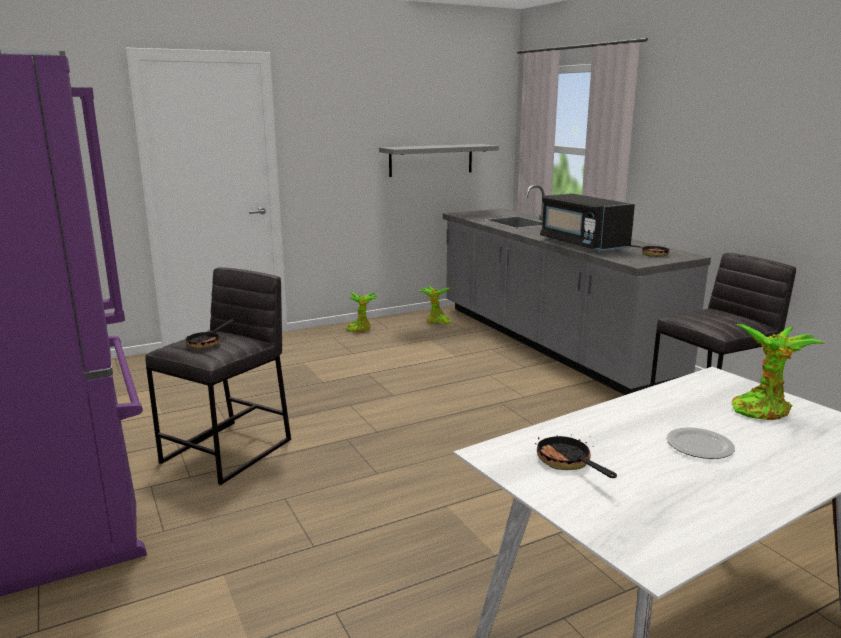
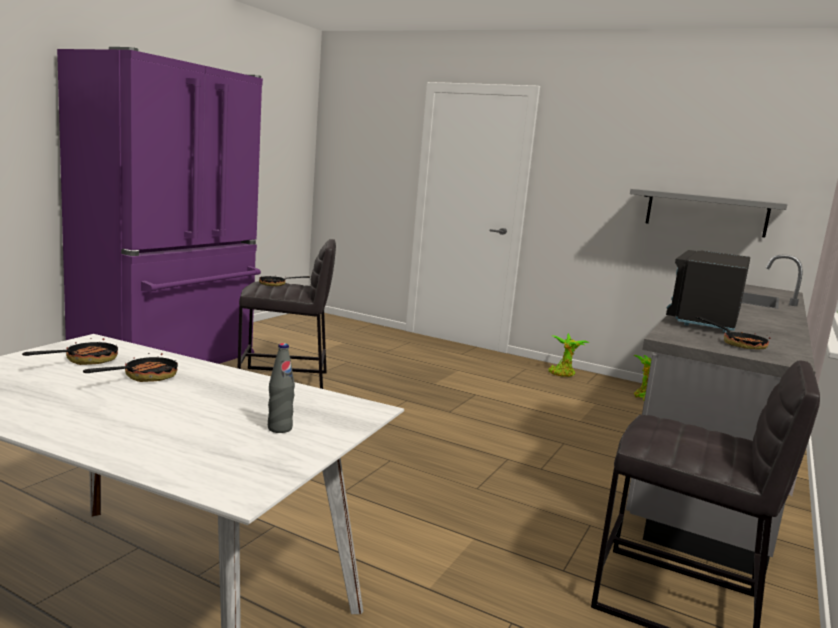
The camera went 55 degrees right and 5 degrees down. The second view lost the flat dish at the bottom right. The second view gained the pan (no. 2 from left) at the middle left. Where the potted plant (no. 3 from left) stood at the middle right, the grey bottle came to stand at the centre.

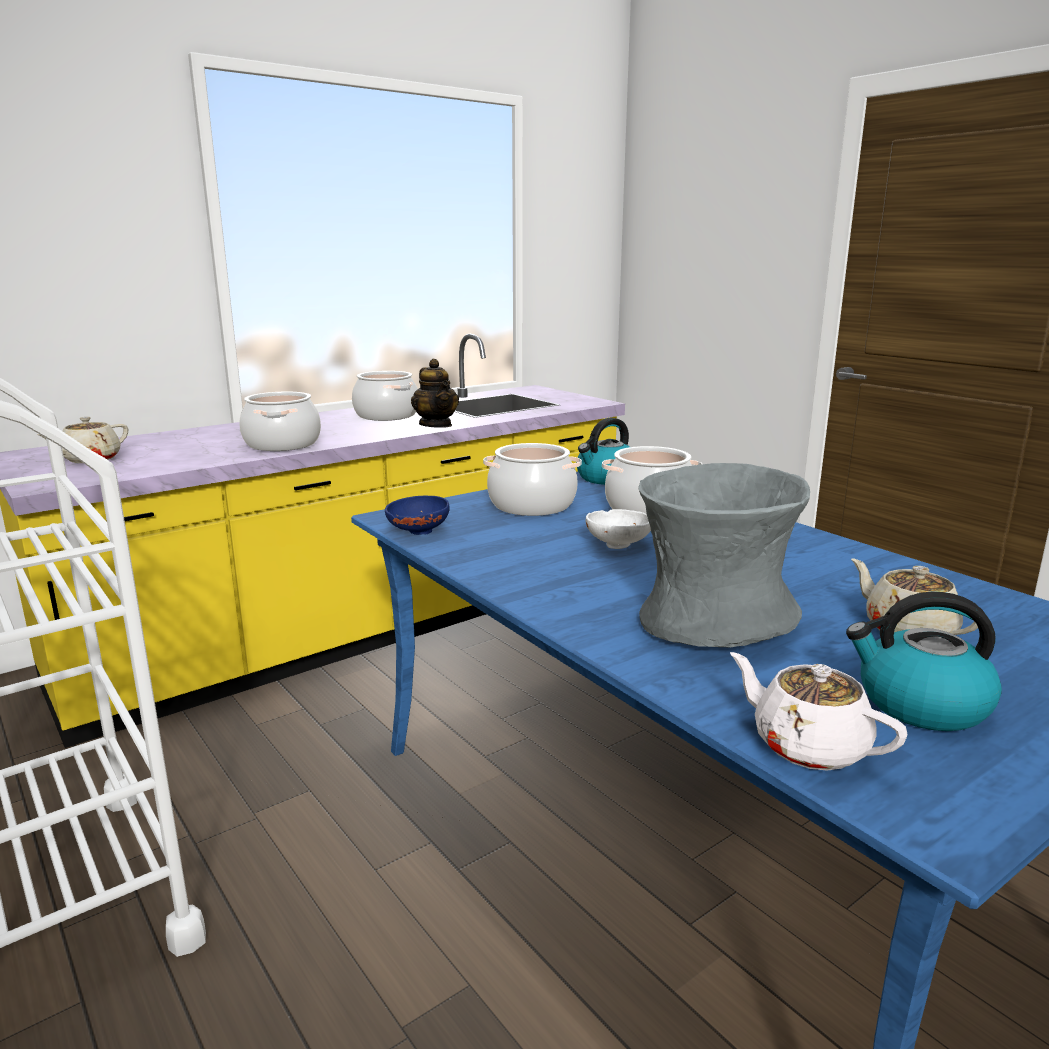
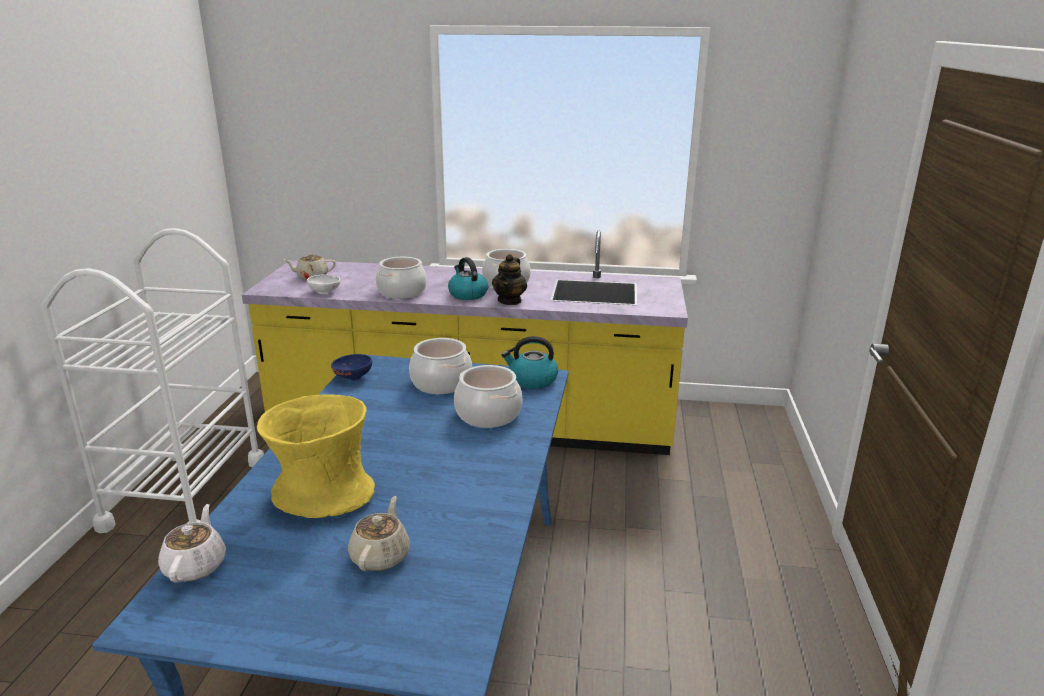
The camera went 45 degrees right and 5 degrees up. The white deep dish ended up elsewhere, having gone from the centre to the middle left. The tea kettle (no. 2 from left in the first image) ended up elsewhere, having gone from the middle right to the centre. What was the grey flower vase at the middle right turned into the yellowish flower vase at the middle left.

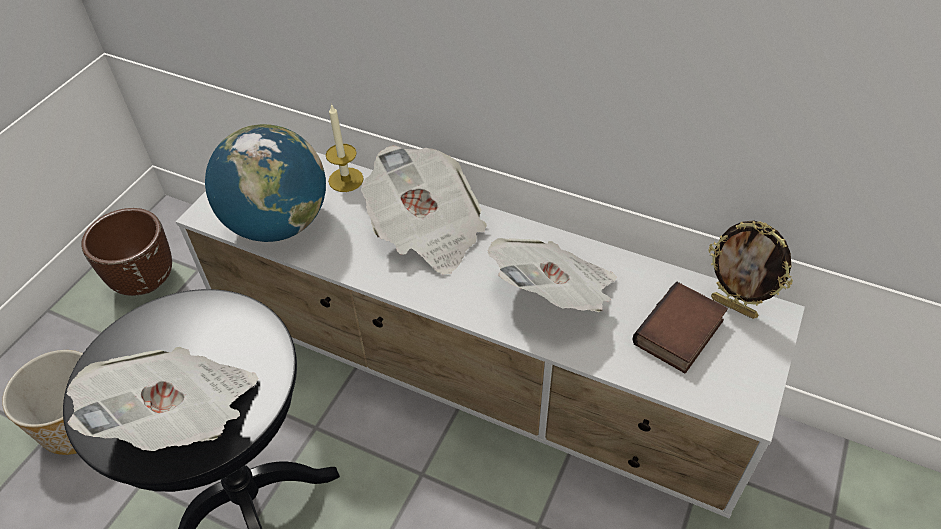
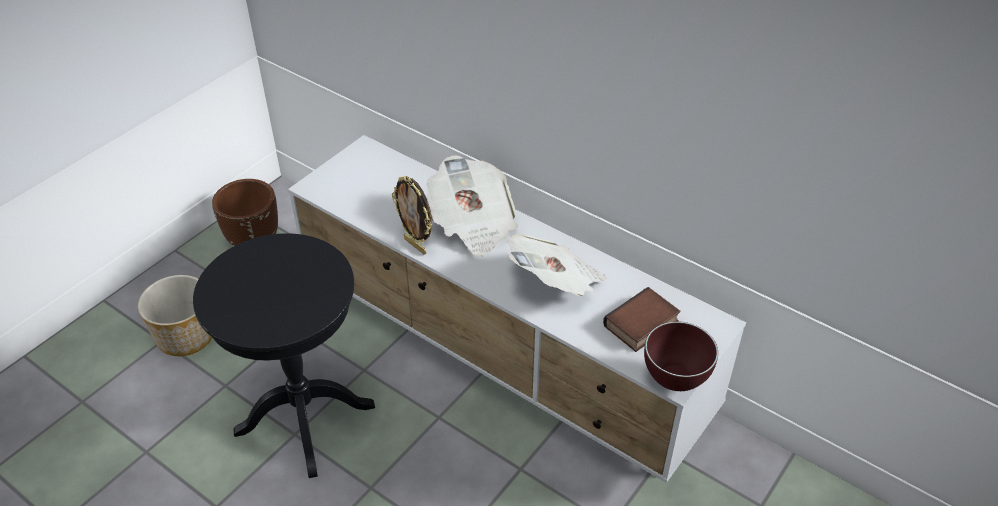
The camera went 10 degrees right and 5 degrees down. The second view lost the printed paper (no. 1 from left) at the bottom left. The second view lost the world globe at the middle left. The second view lost the wax light at the top centre. The second view gained the brownish deep dish at the bottom right. The photo frame ended up elsewhere, having gone from the middle right to the centre.

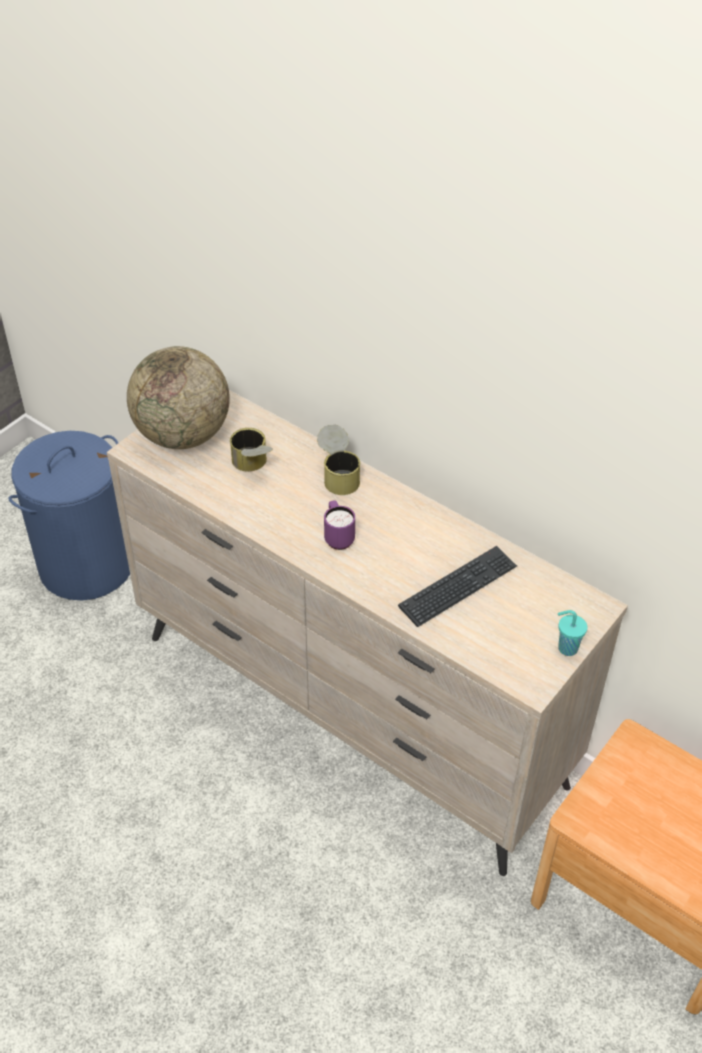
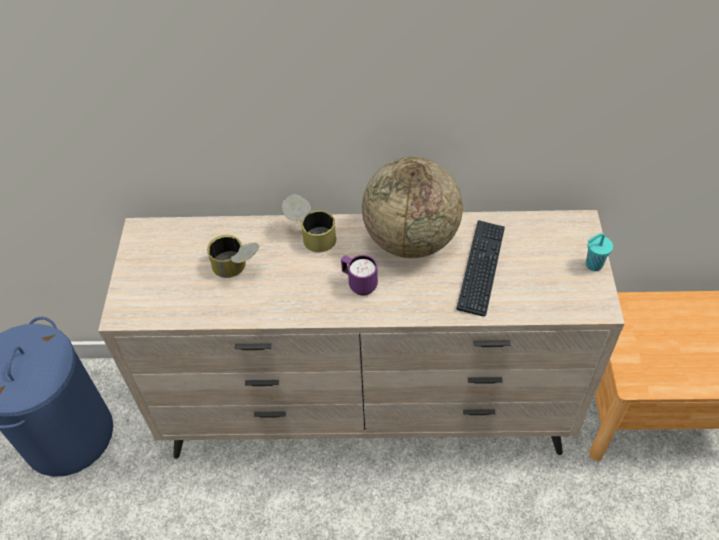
The camera went 35 degrees left and 5 degrees up. The world globe ended up elsewhere, having gone from the middle left to the centre.

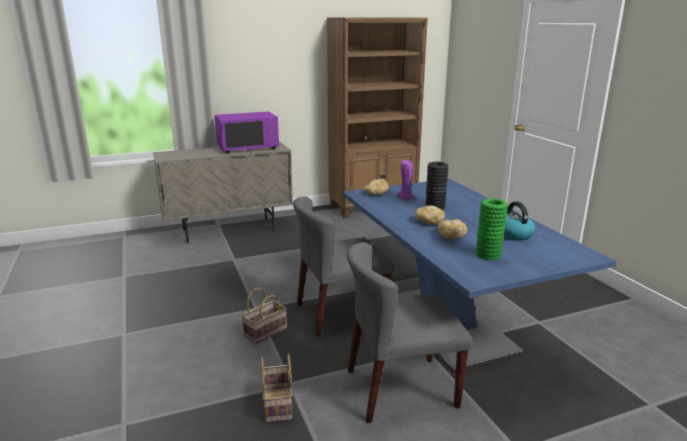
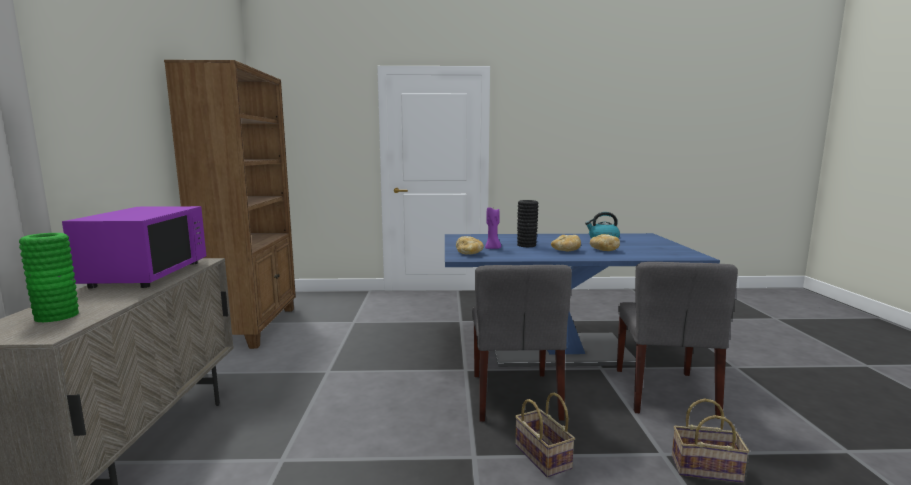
The camera went 70 degrees left and 10 degrees down. The greenish flower vase ended up elsewhere, having gone from the middle right to the middle left.

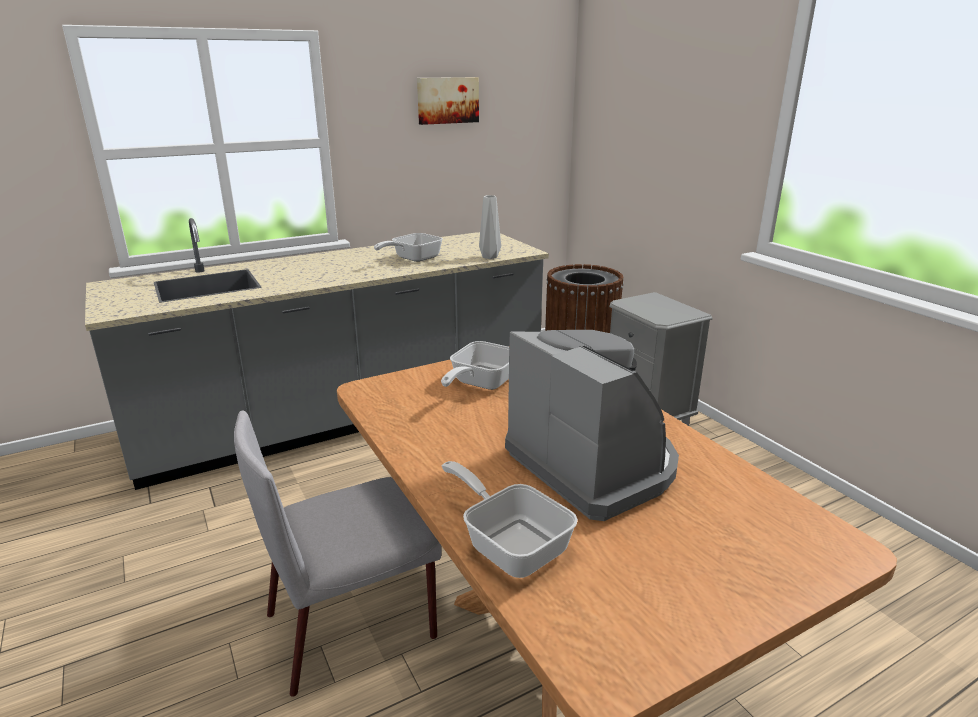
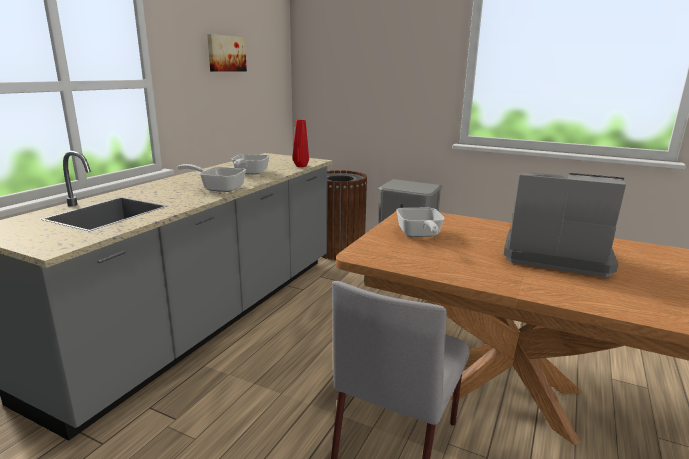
The camera went 35 degrees left and 5 degrees down. The pan (no. 3 from left in the first image) ended up elsewhere, having gone from the bottom centre to the middle left. What was the grey flower vase at the top centre turned into the red-coloured flower vase at the top centre.

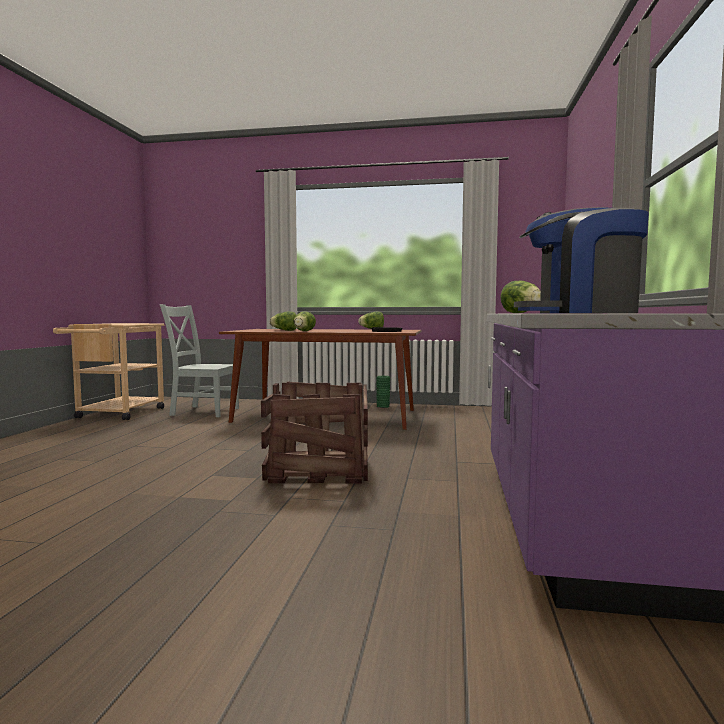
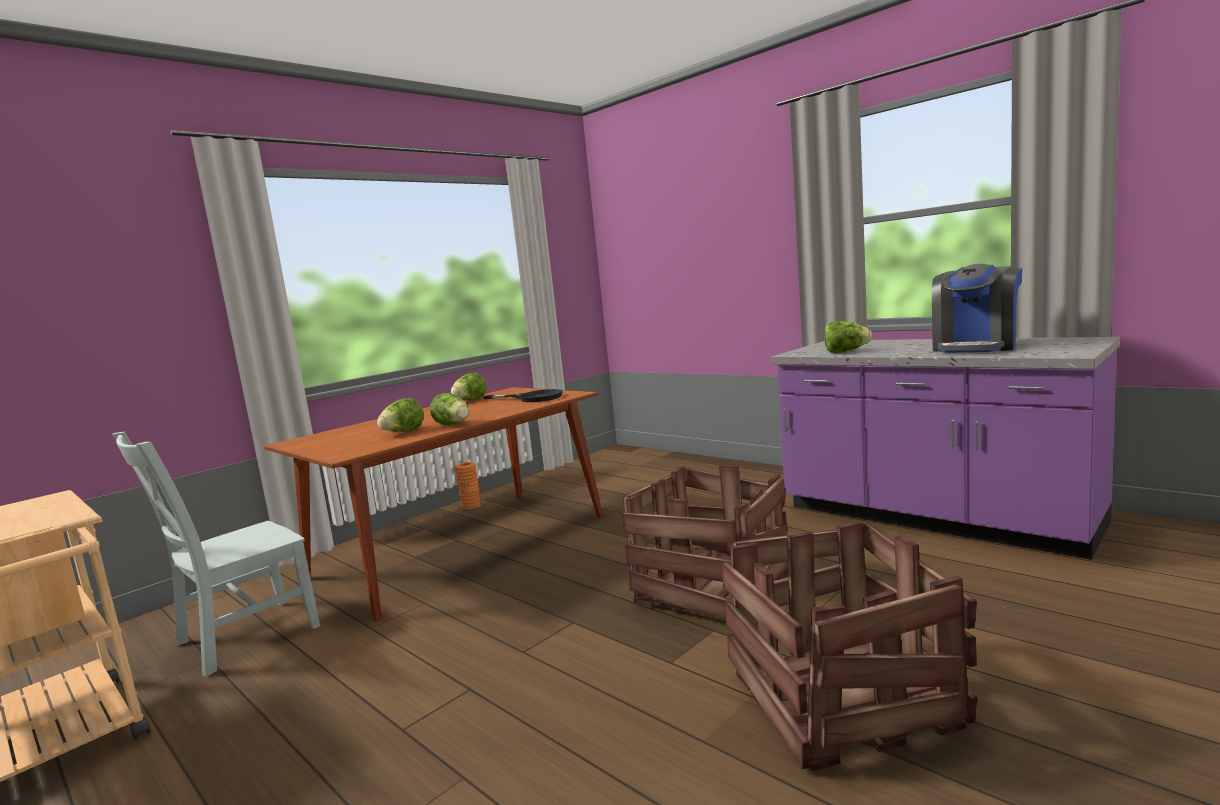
The camera went 55 degrees left and 5 degrees up. The second view gained the packing crate (no. 2 from left) at the bottom right. What was the greenish flower vase at the centre turned into the orange-coloured flower vase at the centre.

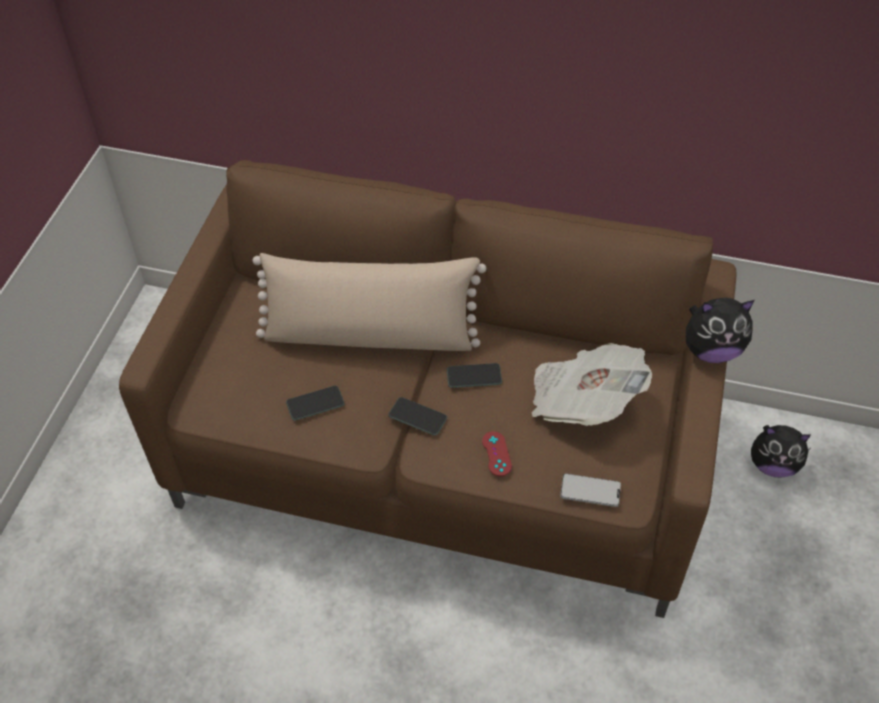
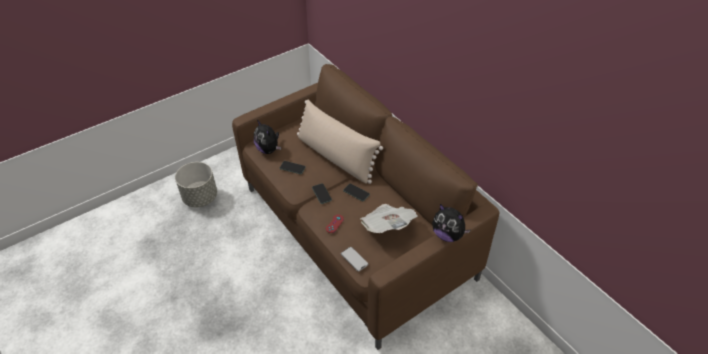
The camera went 40 degrees right and 5 degrees down. The second view gained the grey plant pot at the middle left. The plush toy (no. 2 from left in the first image) ended up elsewhere, having gone from the middle right to the centre.

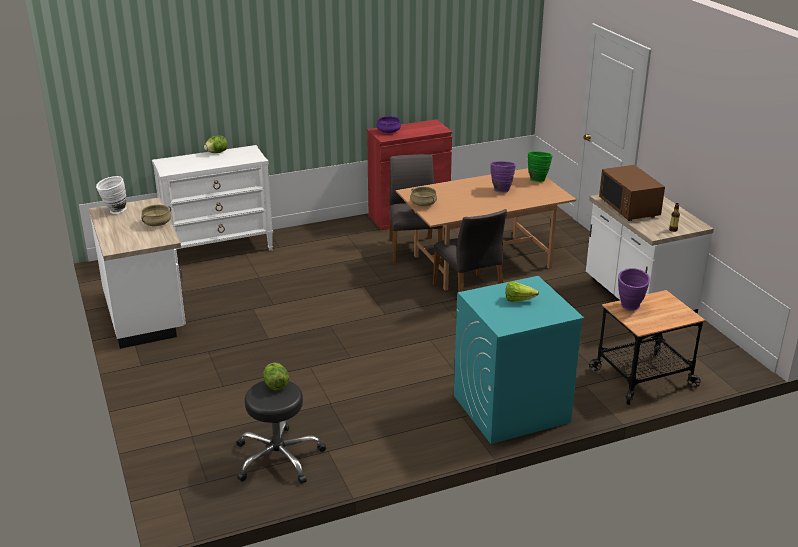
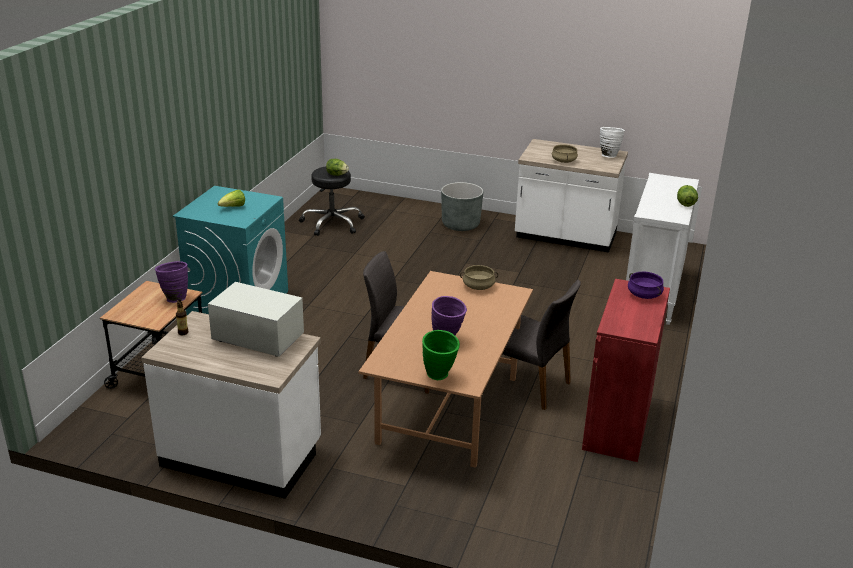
The camera went 130 degrees right and 0 degrees up. The second view gained the grey plant pot at the centre. What was the brownish microwave at the middle right turned into the white microwave at the middle left.

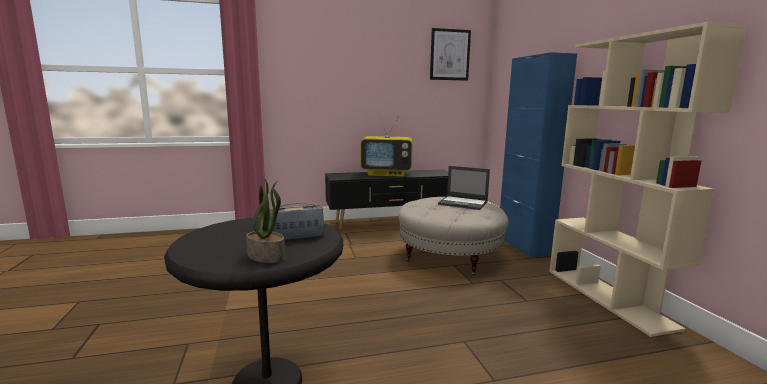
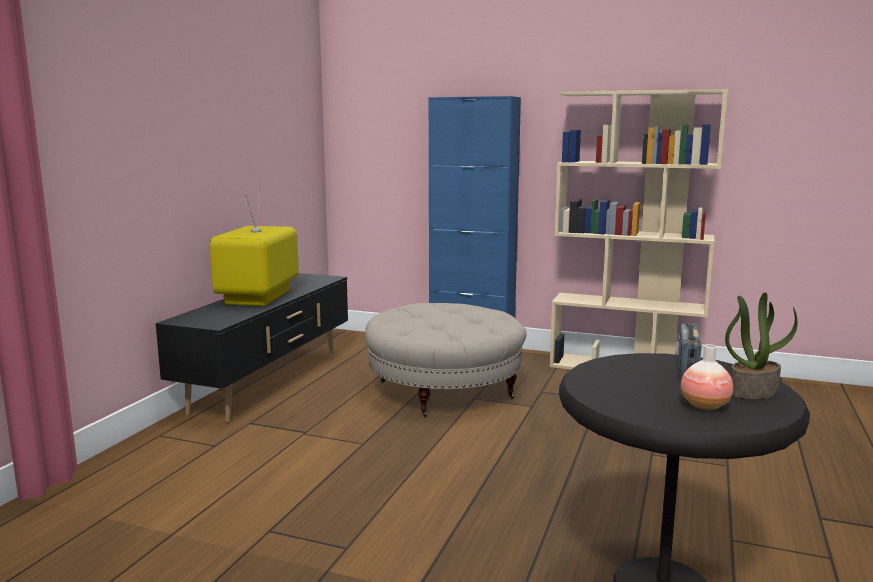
The camera went 55 degrees left and 0 degrees up. The second view lost the wall art at the top centre. The second view lost the portable computer at the centre. The second view gained the flower vase at the middle right. The television at the centre ended up facing another way, 150 degrees clockwise from before.

